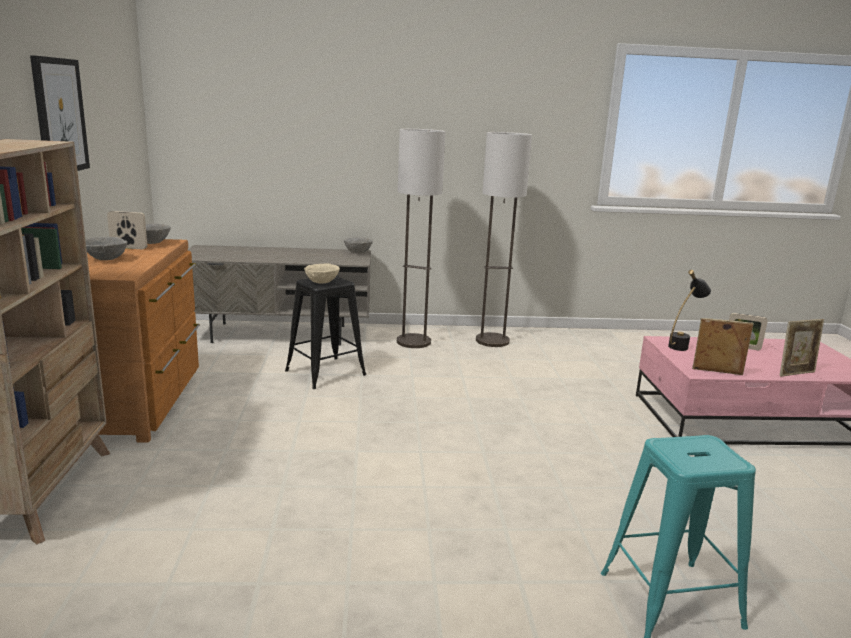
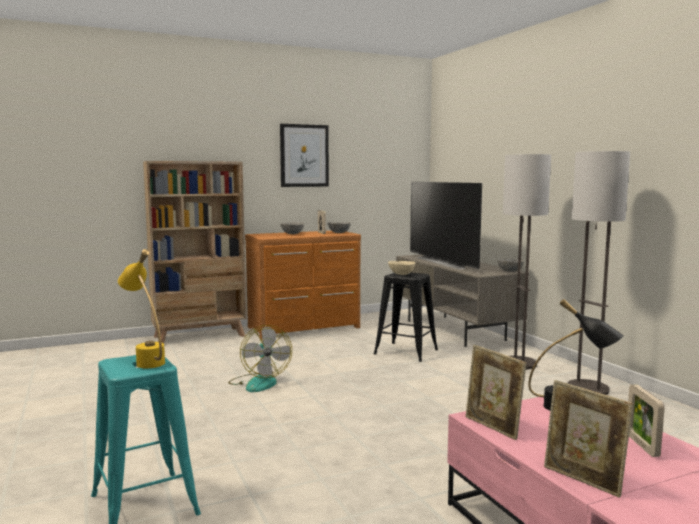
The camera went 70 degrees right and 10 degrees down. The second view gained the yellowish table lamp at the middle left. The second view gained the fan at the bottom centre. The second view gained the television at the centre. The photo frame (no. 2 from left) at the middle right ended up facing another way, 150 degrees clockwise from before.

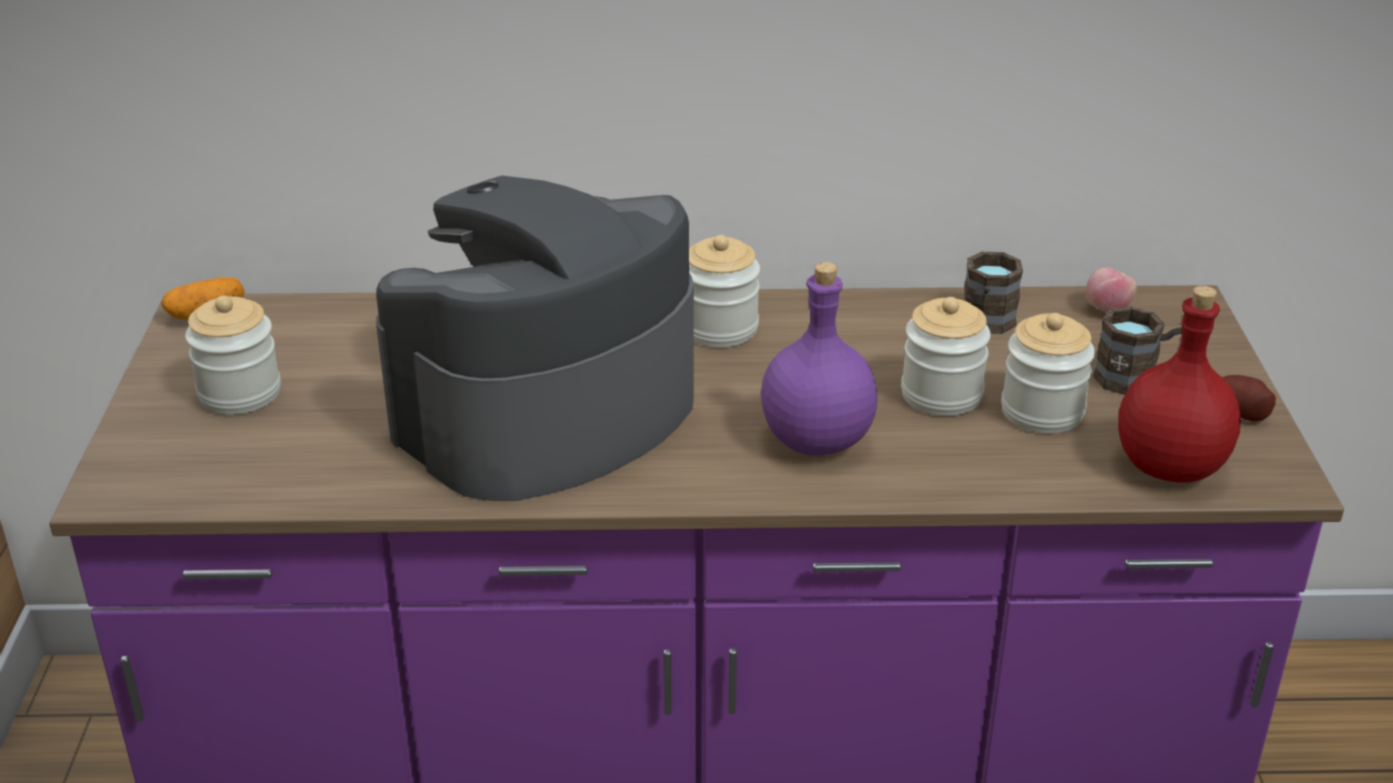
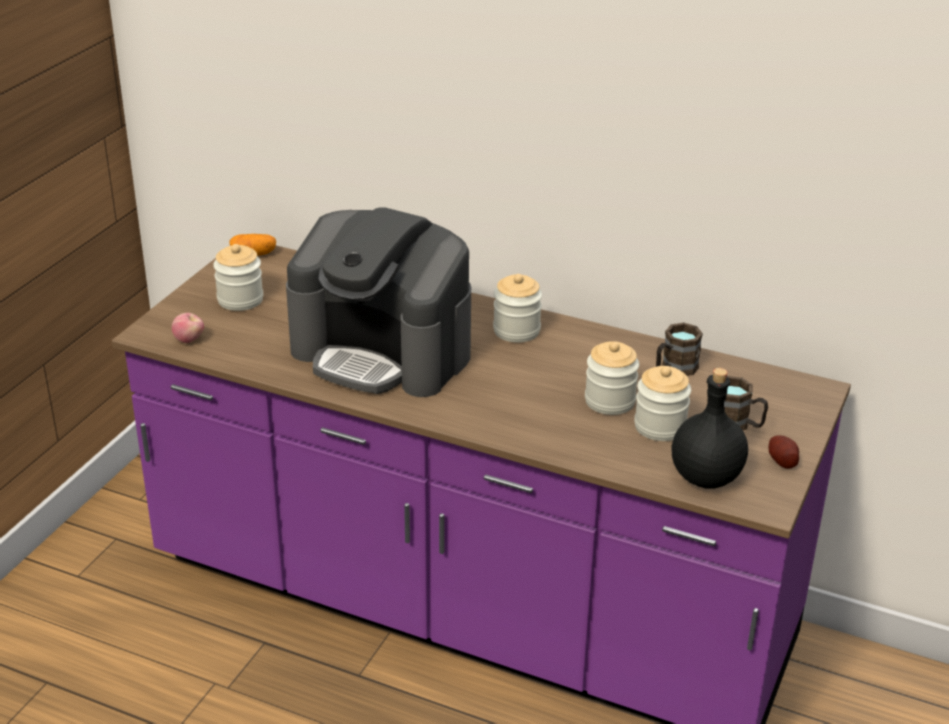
The camera went 25 degrees right and 0 degrees up. The second view lost the purplish bottle at the centre. The whole apple ended up elsewhere, having gone from the middle right to the middle left. What was the red-coloured bottle at the middle right turned into the blackish bottle at the middle right. The coffee brewer at the centre ended up facing another way, 135 degrees counterclockwise from before.

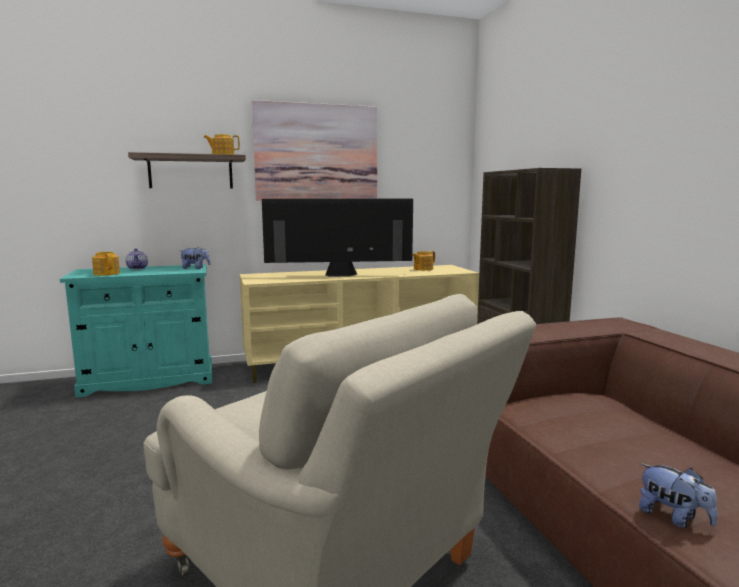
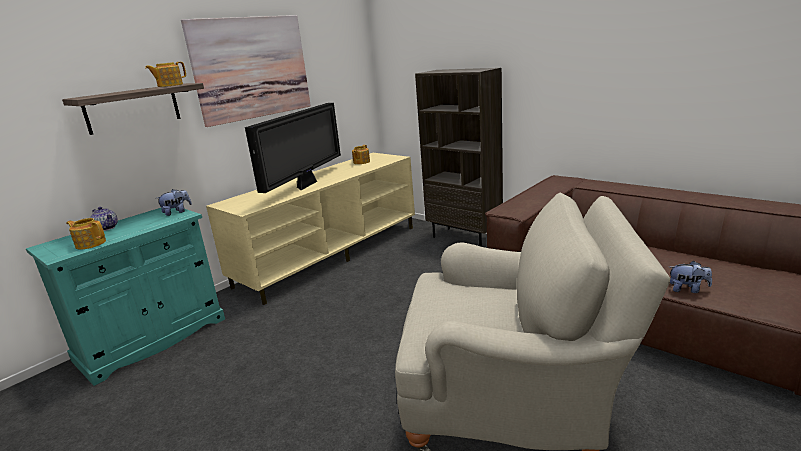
The camera went 30 degrees left and 10 degrees up. The television at the centre ended up facing another way, 150 degrees clockwise from before.

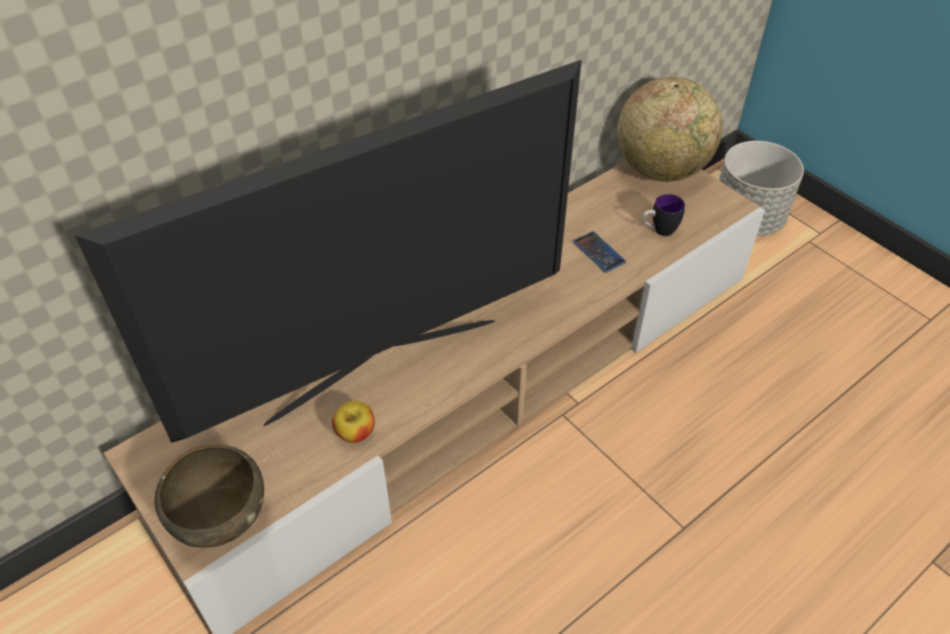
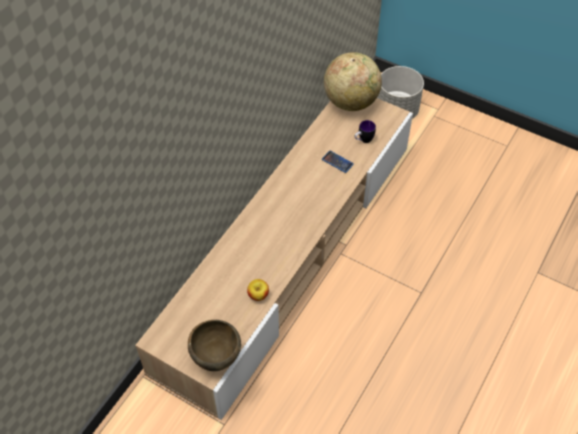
The camera went 20 degrees left and 5 degrees up. The second view lost the television at the centre.

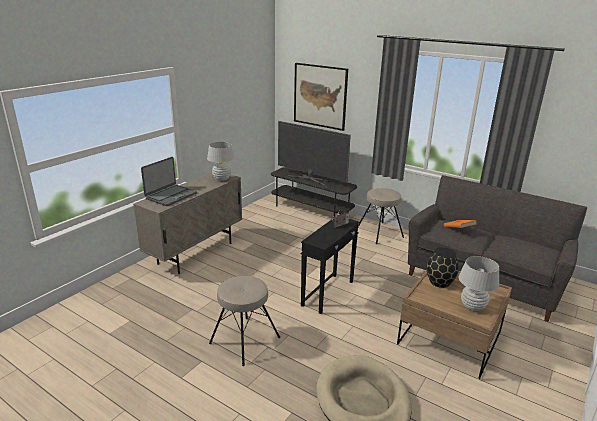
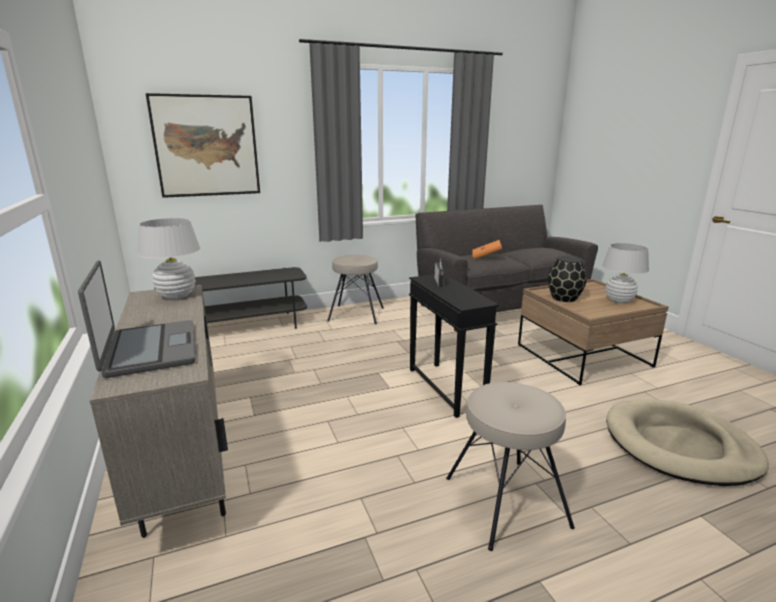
The camera went 55 degrees left and 5 degrees down. The second view lost the television at the centre.

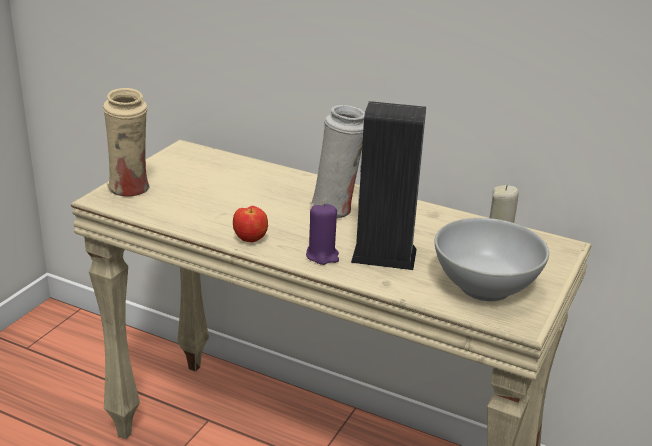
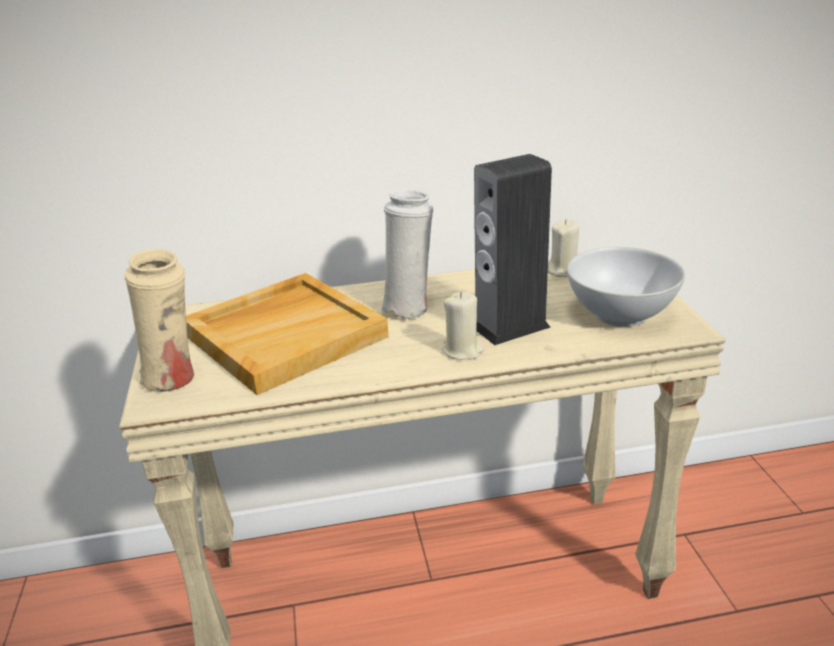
The camera went 35 degrees left and 0 degrees up. The second view lost the whole apple at the centre. The second view gained the beige carrying tray at the centre. What was the purplish wax light at the centre turned into the beige wax light (no. 1 from left) at the centre.

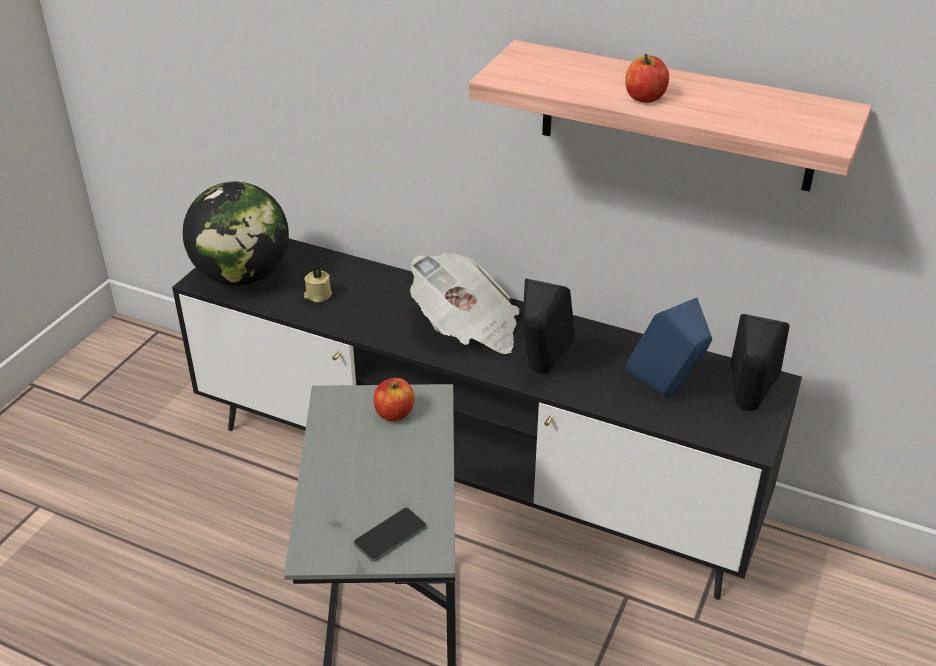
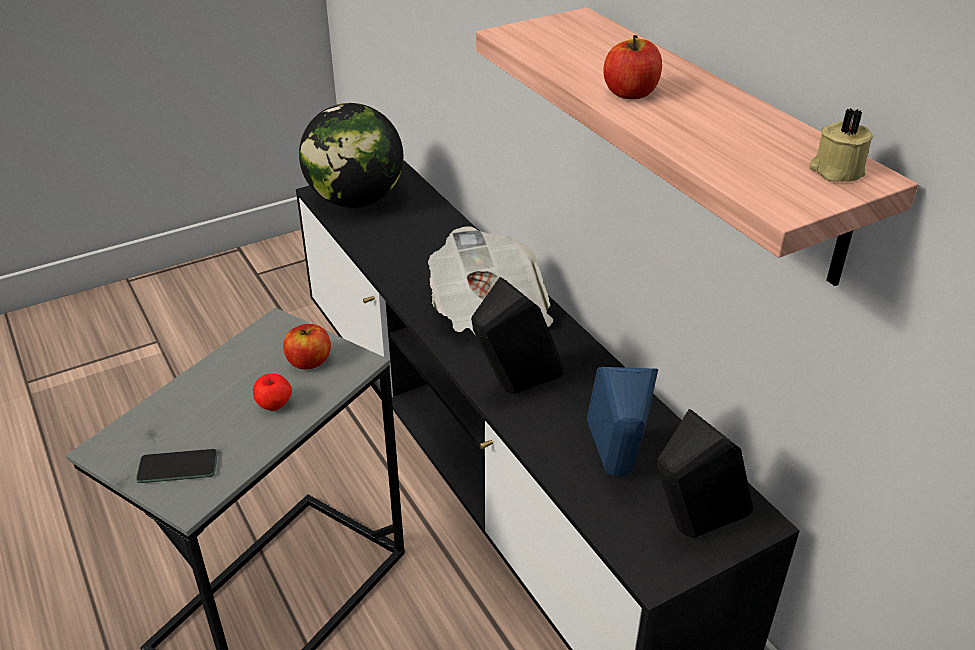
The camera went 35 degrees right and 0 degrees up. The second view gained the whole apple (no. 1 from left) at the middle left. The beige wax light ended up elsewhere, having gone from the centre to the top right.

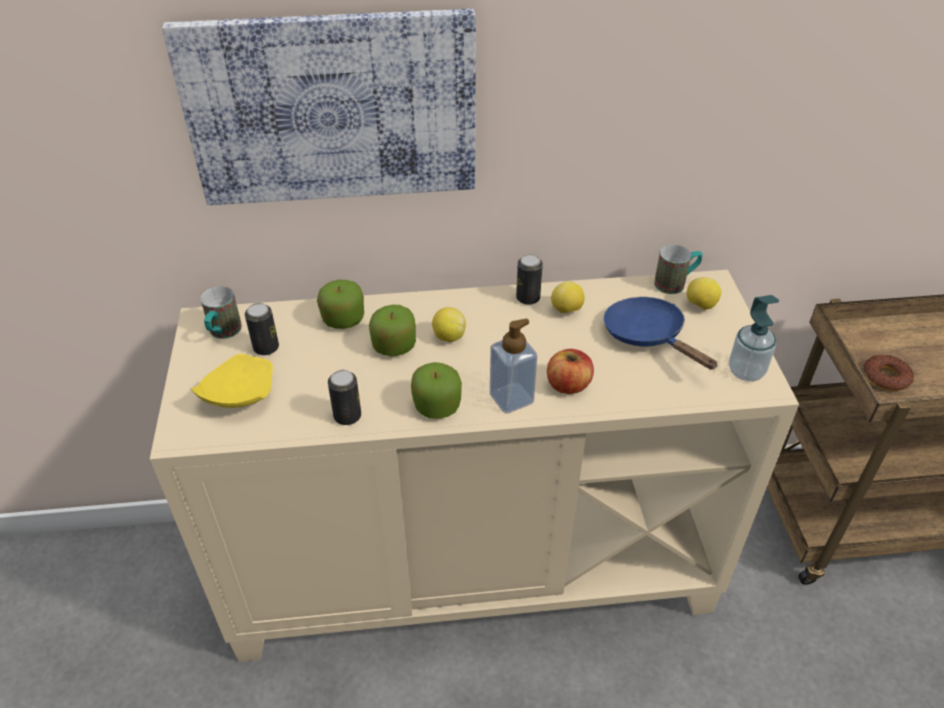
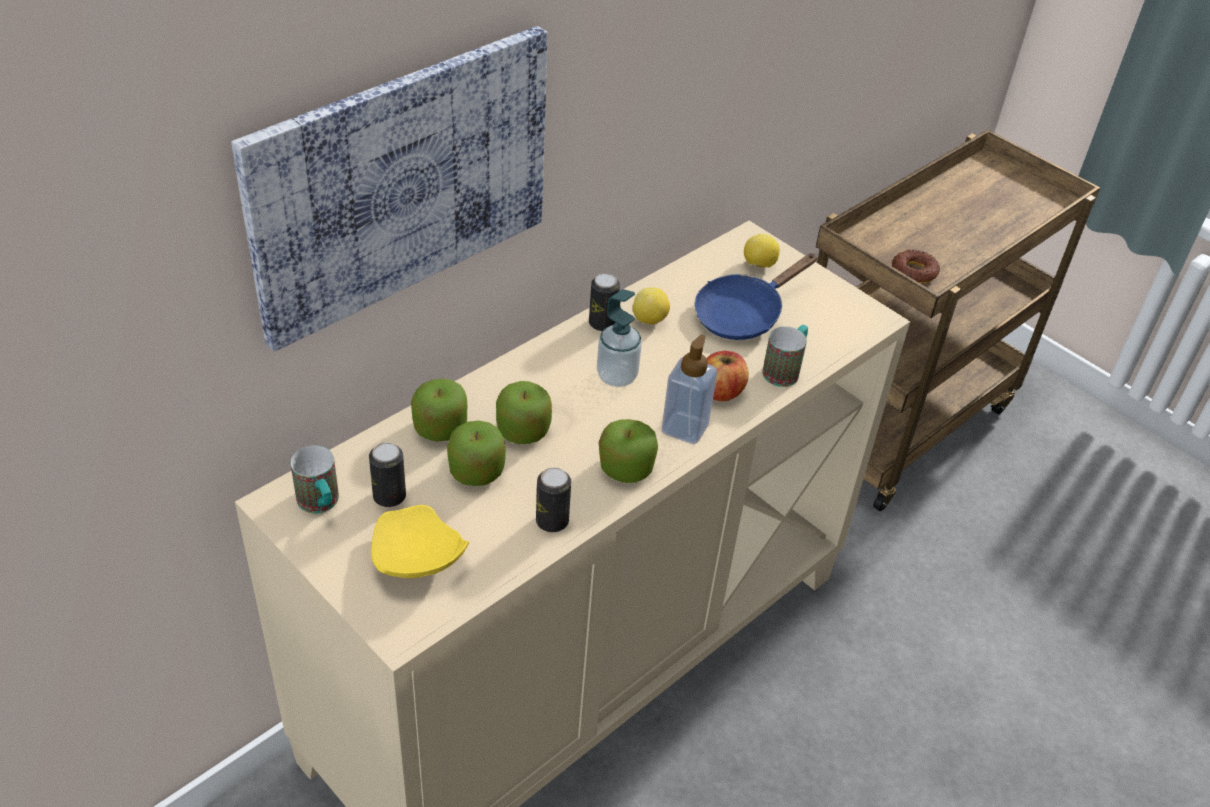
The camera went 40 degrees left and 0 degrees up. The second view lost the lemon (no. 1 from left) at the centre. The second view gained the whole apple (no. 2 from left) at the centre. The coffee mug (no. 2 from left) ended up elsewhere, having gone from the middle right to the centre. The soap dispenser (no. 2 from left in the first image) ended up elsewhere, having gone from the middle right to the centre. The bluish pan at the middle right ended up facing another way, 60 degrees counterclockwise from before.

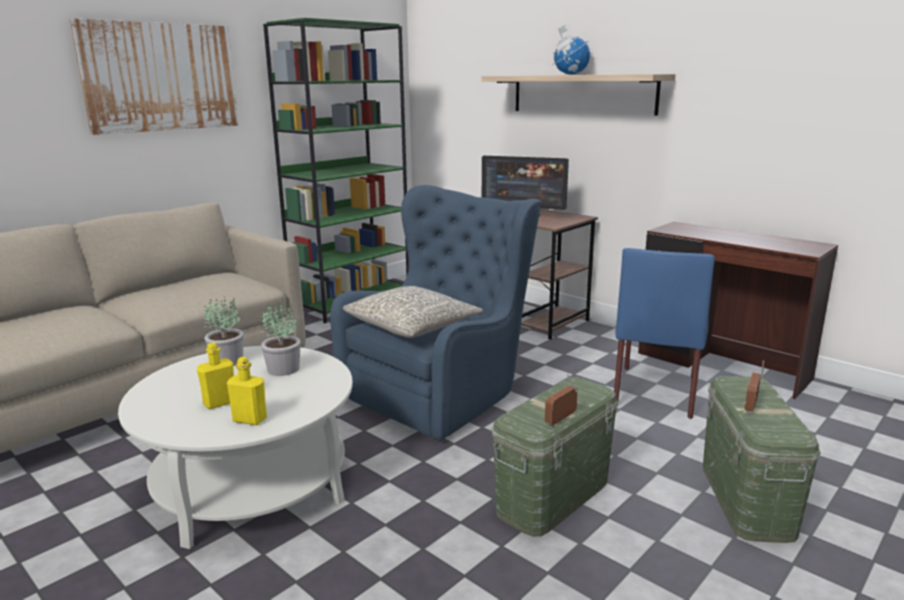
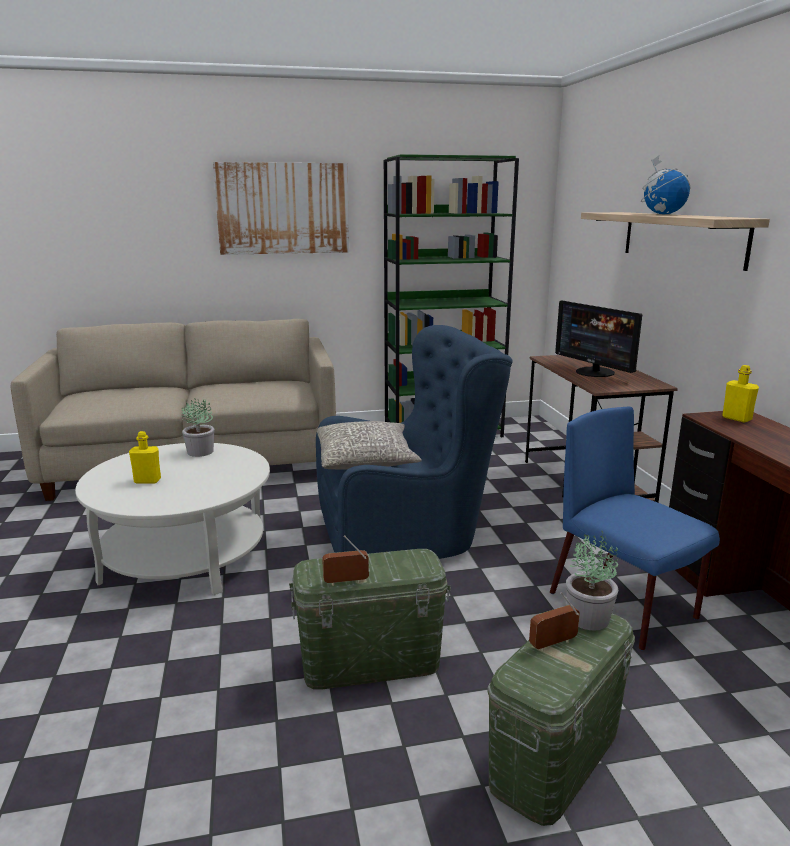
The camera went 35 degrees right and 0 degrees up. The yellowish bottle (no. 2 from left) ended up elsewhere, having gone from the middle left to the middle right. The potted plant (no. 2 from left) ended up elsewhere, having gone from the middle left to the bottom right. The bluish plain chair at the middle right ended up facing another way, 90 degrees clockwise from before.

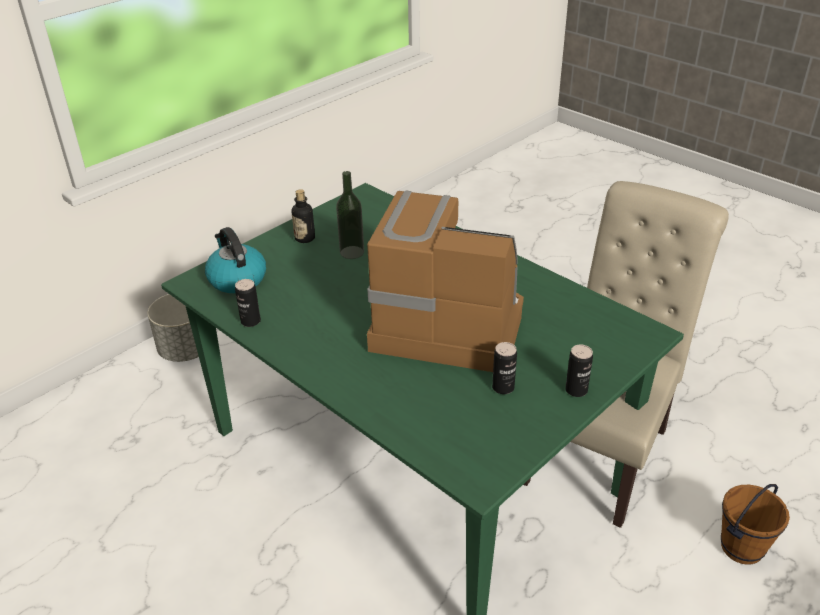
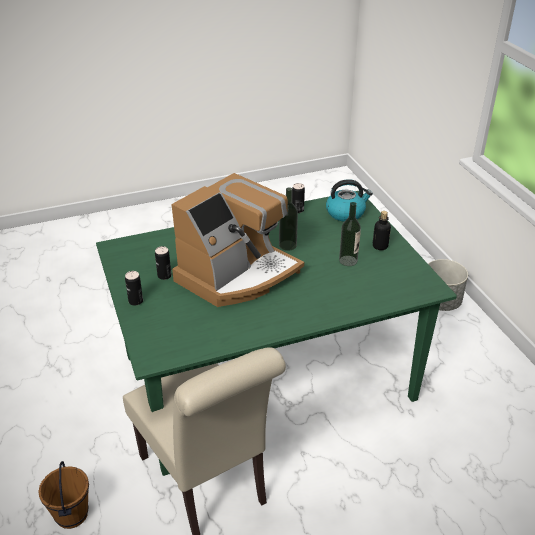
The camera went 115 degrees right and 0 degrees up. The second view gained the bottle (no. 1 from left) at the centre.

